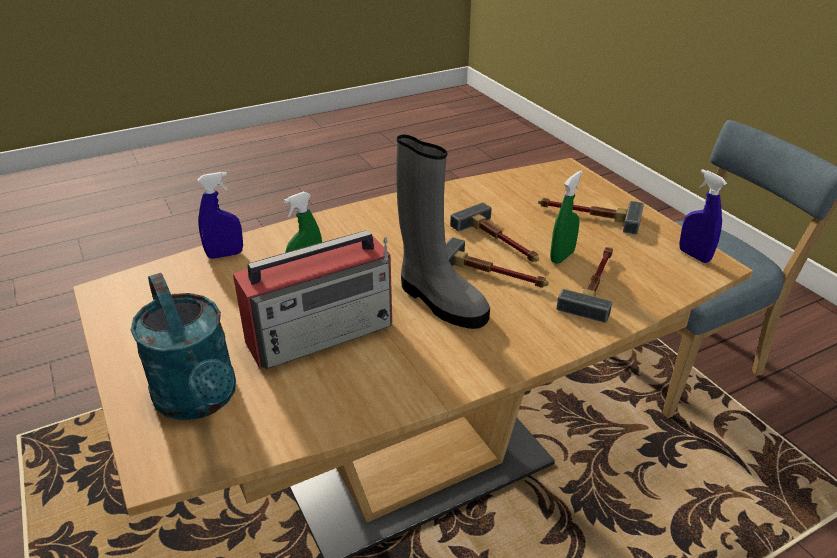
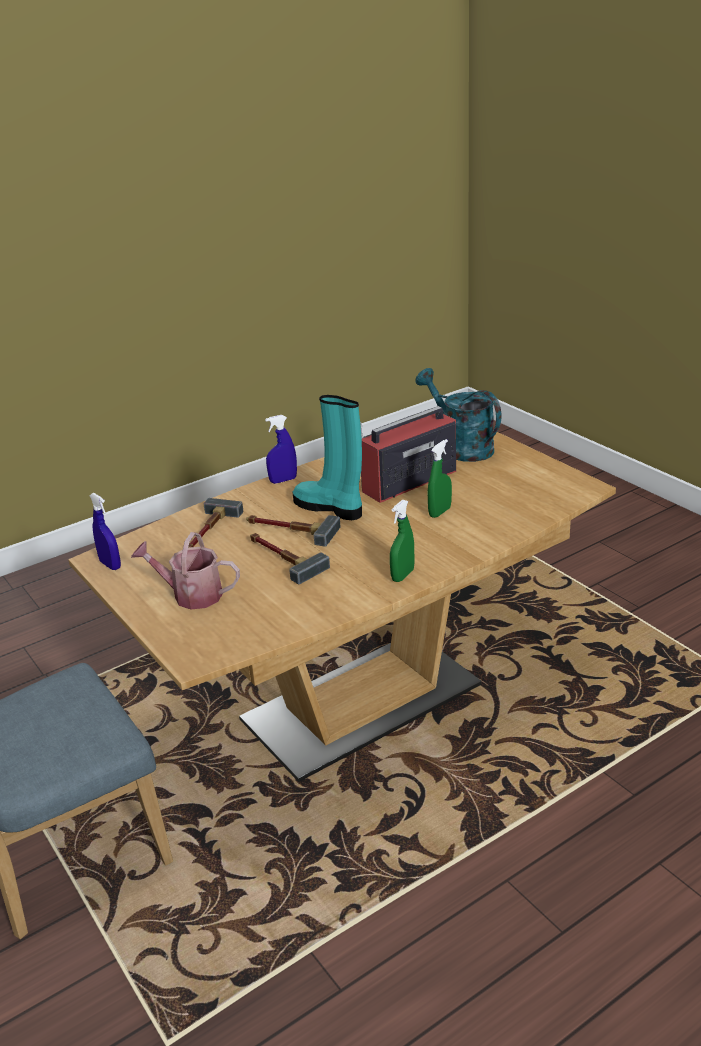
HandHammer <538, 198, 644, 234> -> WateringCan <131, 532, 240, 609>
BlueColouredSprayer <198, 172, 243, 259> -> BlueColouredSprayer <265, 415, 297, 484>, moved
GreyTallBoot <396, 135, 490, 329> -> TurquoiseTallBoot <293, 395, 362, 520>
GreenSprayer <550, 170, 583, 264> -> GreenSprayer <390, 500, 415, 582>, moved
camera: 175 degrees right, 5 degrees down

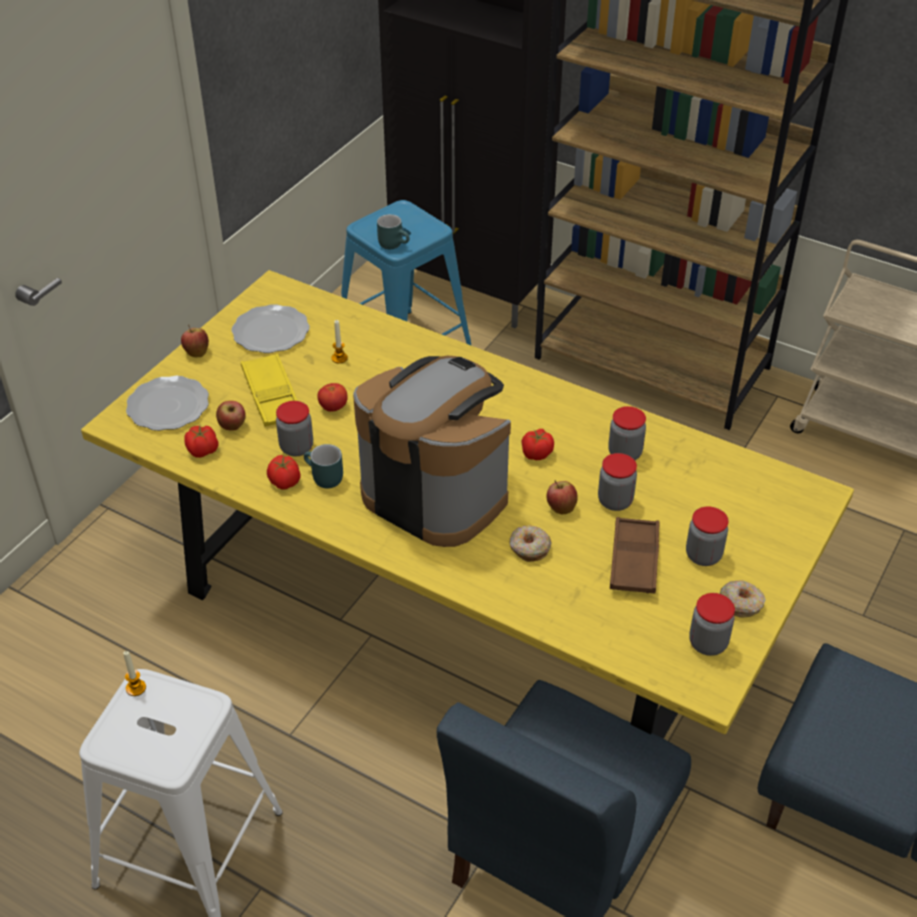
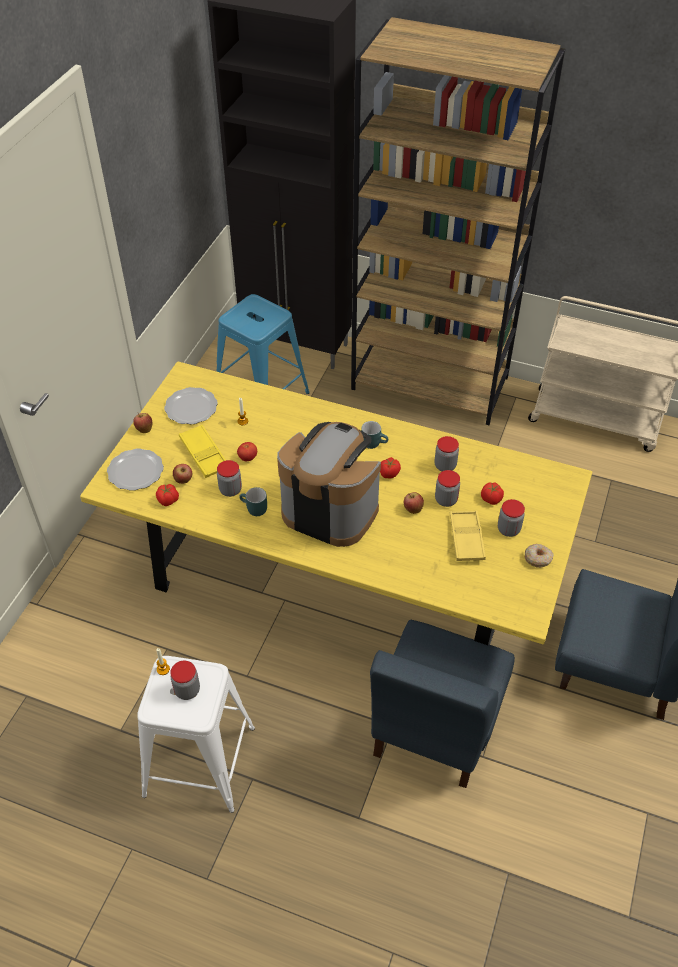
StorageJar <689, 593, 735, 656> -> StorageJar <170, 661, 200, 700>, moved
TurquoiseTeaMug <377, 214, 410, 249> -> TurquoiseTeaMug <361, 421, 388, 449>, moved
BrownColouredServingTray <610, 517, 659, 593> -> YellowServingTray <450, 510, 486, 561>
FreshTomato <267, 455, 301, 489> -> FreshTomato <481, 482, 504, 505>, moved
Doughnut <510, 525, 552, 562> -> none
camera: 10 degrees left, 5 degrees up

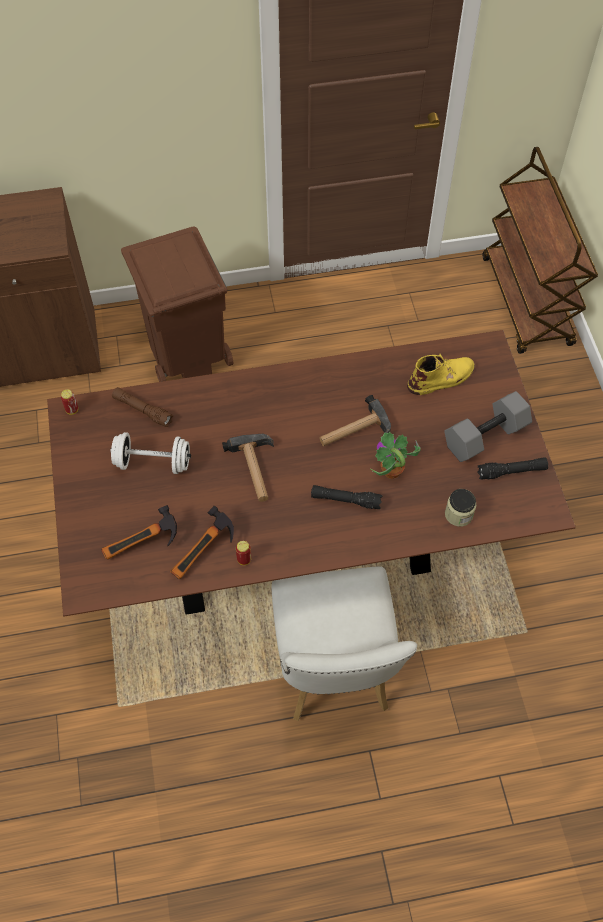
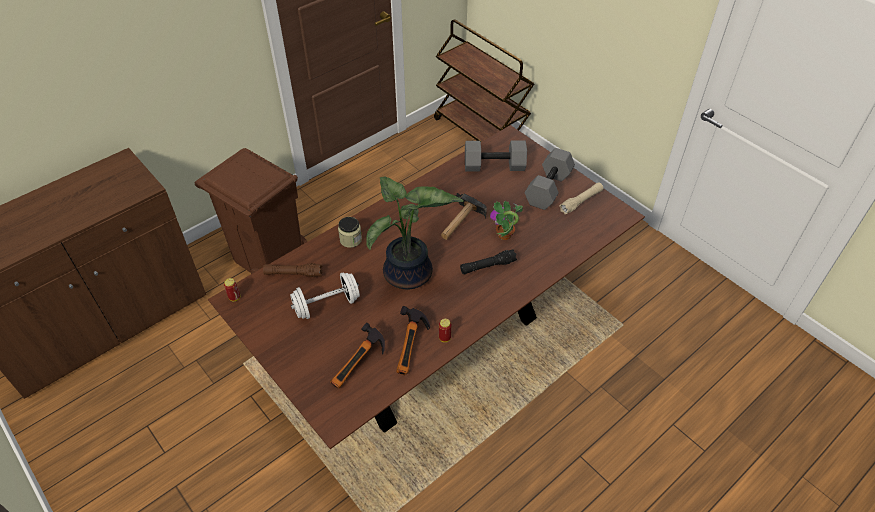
StorageJar <445, 489, 476, 527> -> StorageJar <338, 217, 362, 248>, moved
HandHammer <222, 434, 274, 502> -> PlantInAPot <366, 176, 464, 290>
YellowTallBoot <407, 354, 475, 395> -> GreyDumbbell <465, 140, 527, 171>
BlackishHandTorch <477, 457, 548, 479> -> BeigeHandTorch <559, 182, 603, 214>
WhiteChair <271, 566, 417, 721> -> none
camera: 30 degrees left, 10 degrees down

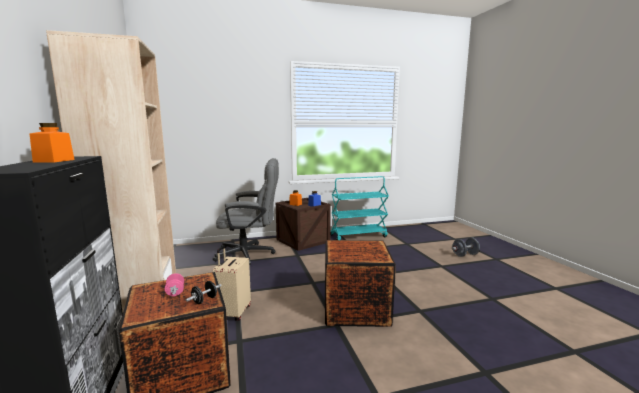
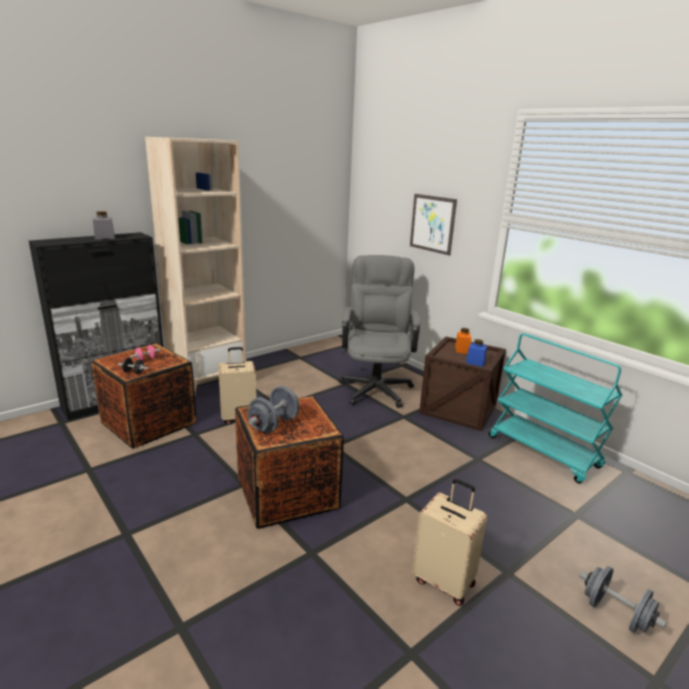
OrangeStorageJar <30, 123, 75, 163> -> GreyStorageJar <93, 211, 115, 240>
none -> GreyDumbbell <248, 386, 299, 433>
GreyDeskChair <213, 158, 279, 265> -> GreyDeskChair <338, 255, 420, 408>, 150 degrees counterclockwise
none -> Picture <410, 194, 457, 256>
none -> BeigeSuitcase <412, 479, 487, 606>
camera: 65 degrees right, 10 degrees up

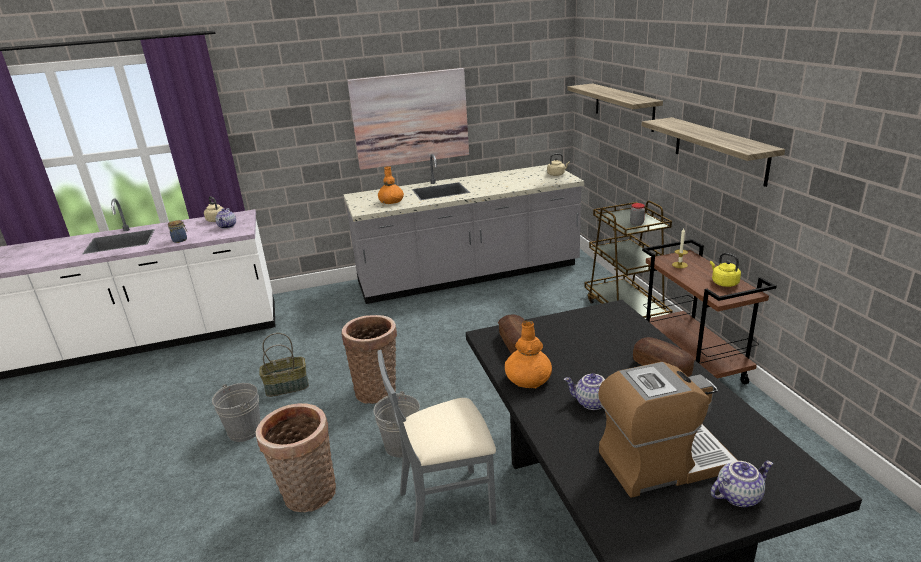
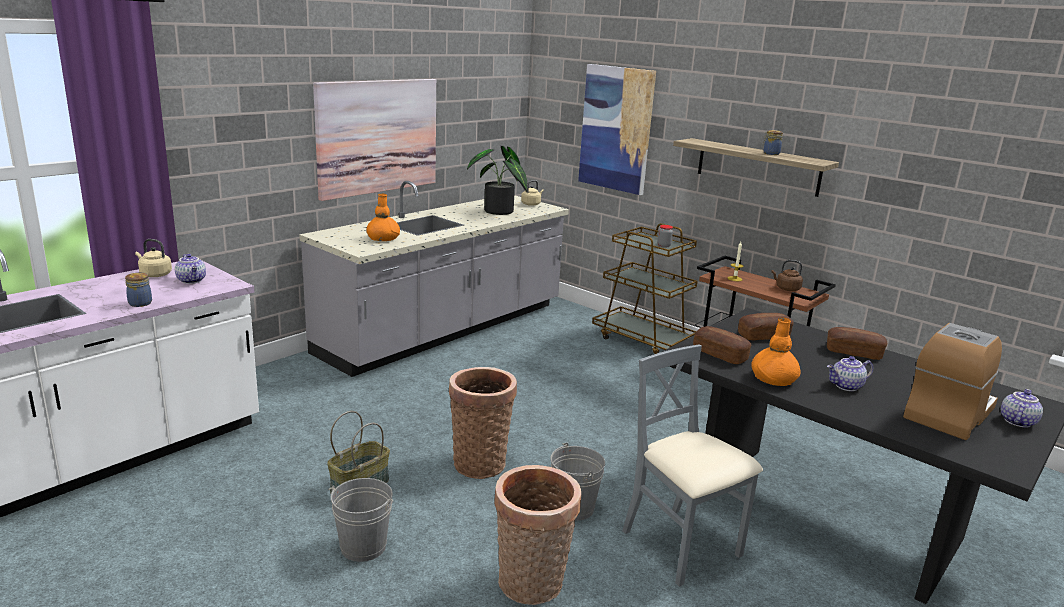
none -> PlantInAPot <467, 146, 527, 215>
Shelf <567, 83, 663, 132> -> Picture <578, 64, 656, 195>
GreyChair <378, 350, 497, 542> -> GreyChair <623, 345, 763, 587>, 105 degrees clockwise
none -> Bread <738, 313, 793, 340>
none -> StorageJar <763, 130, 783, 155>
YellowWaterKettle <710, 253, 741, 287> -> BrownColouredWaterKettle <771, 260, 803, 291>
camera: 35 degrees left, 5 degrees down

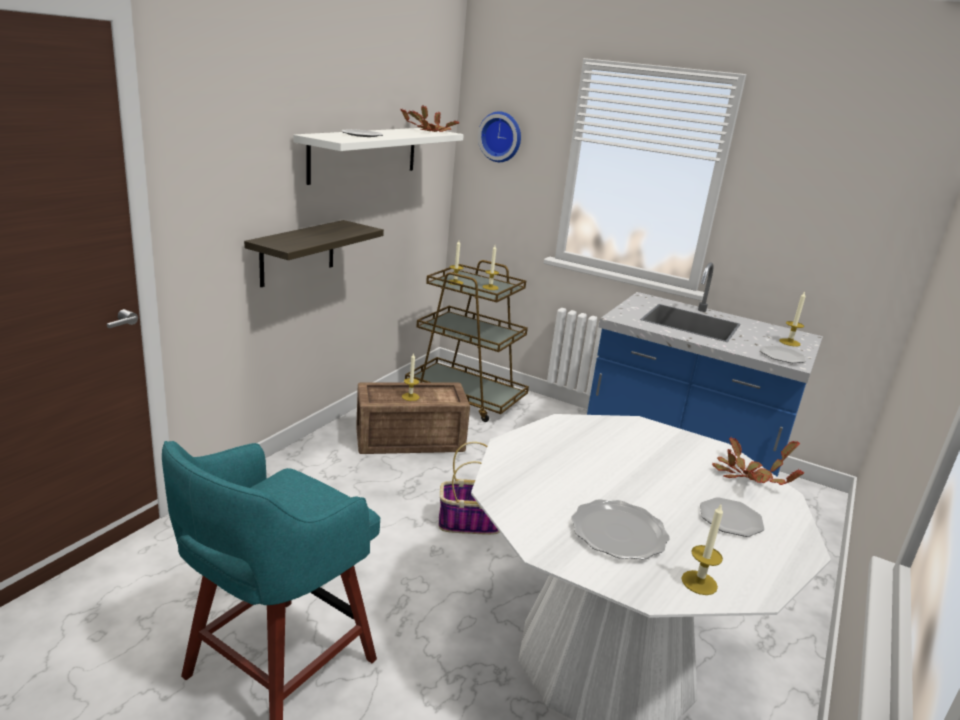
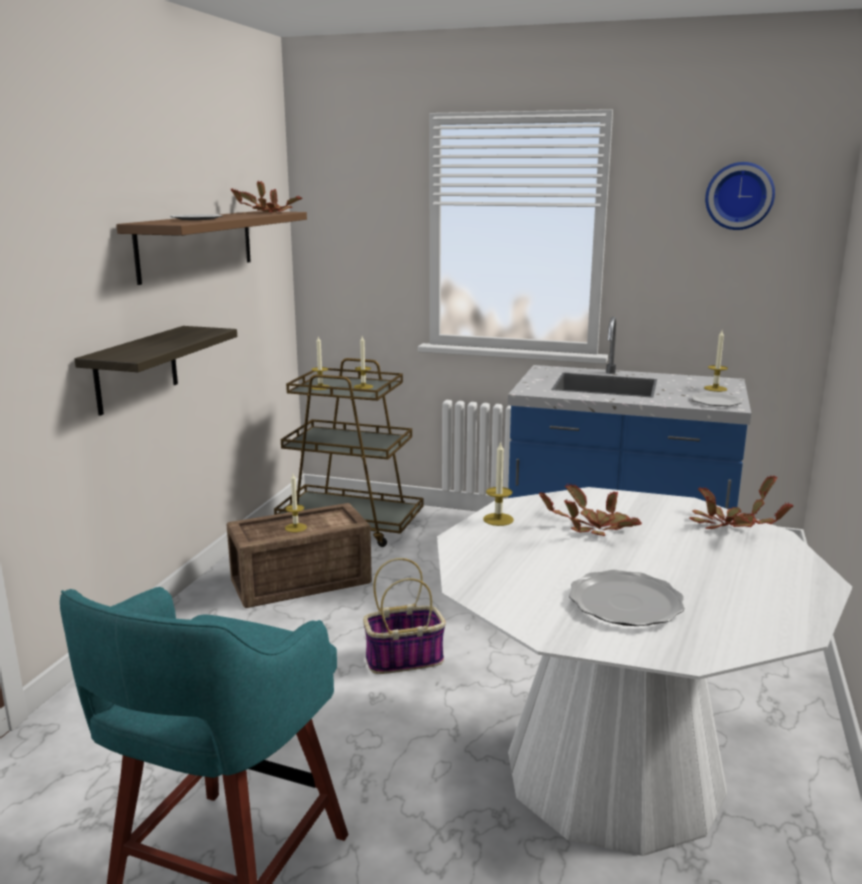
WhiteShelf <293, 128, 464, 185> -> BrownColouredShelf <116, 211, 307, 285>
Candle <682, 505, 723, 595> -> Candle <483, 441, 514, 526>, moved
none -> PlantInAPot <539, 483, 642, 536>
ClockOnTheWall <478, 111, 521, 162> -> ClockOnTheWall <705, 162, 775, 230>, moved
Plate <700, 497, 764, 537> -> none
camera: 10 degrees left, 5 degrees down

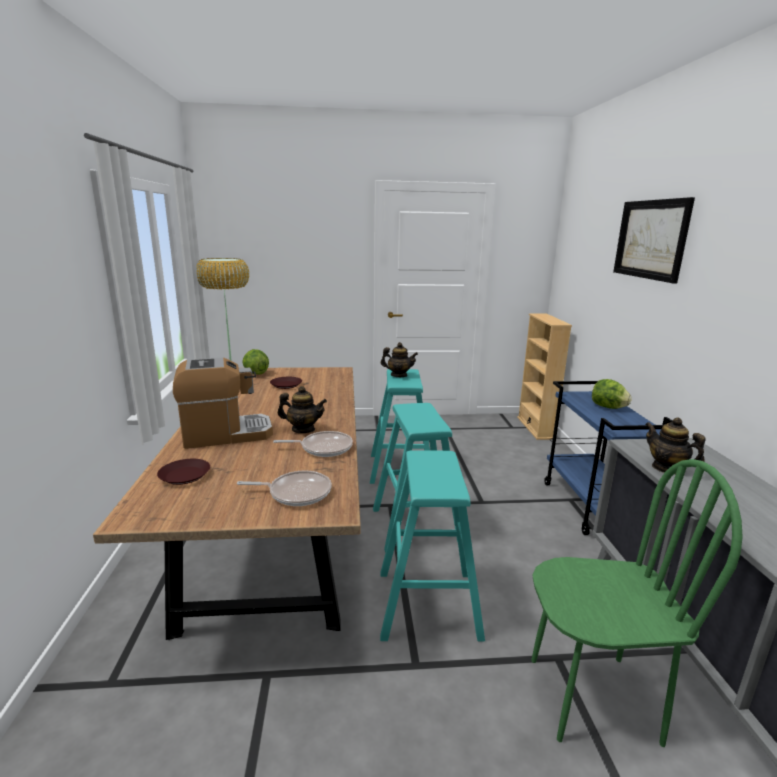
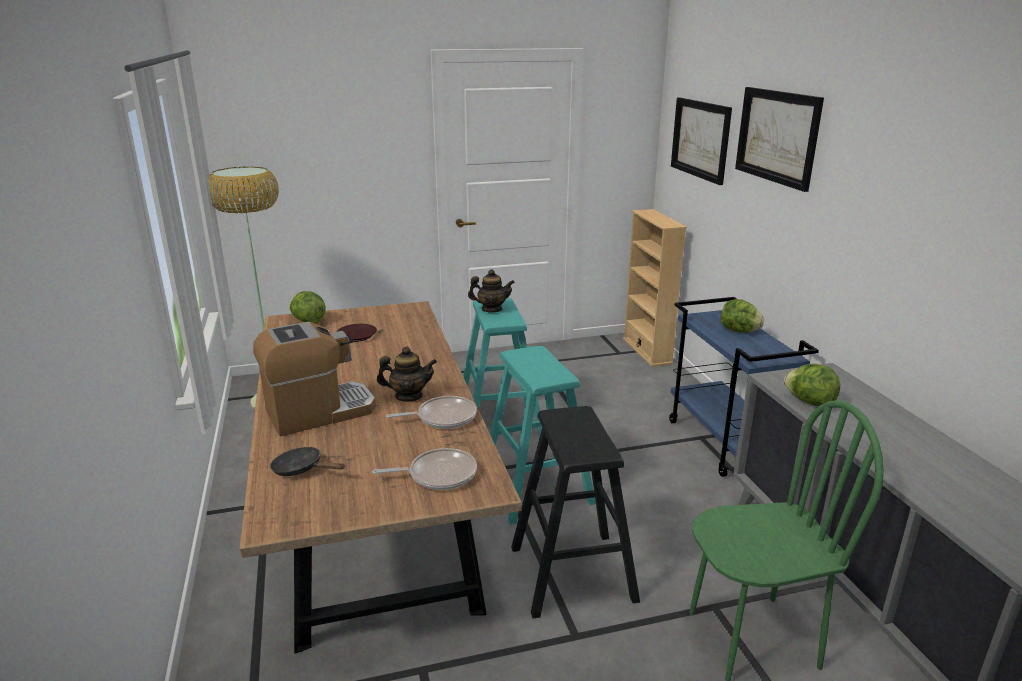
BrownColouredPlate <157, 459, 210, 485> -> BlackishPan <270, 447, 345, 476>
TurquoiseStool <380, 450, 485, 641> -> BlackishStool <511, 406, 640, 618>
none -> Picture <671, 97, 732, 185>
PotForTea <645, 417, 706, 474> -> HeadOfLettuce <784, 364, 841, 406>
camera: 10 degrees left, 5 degrees up

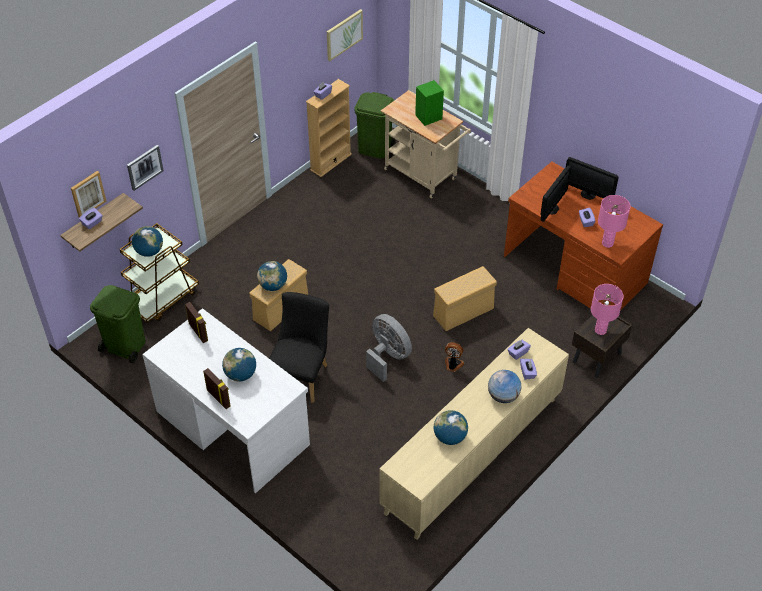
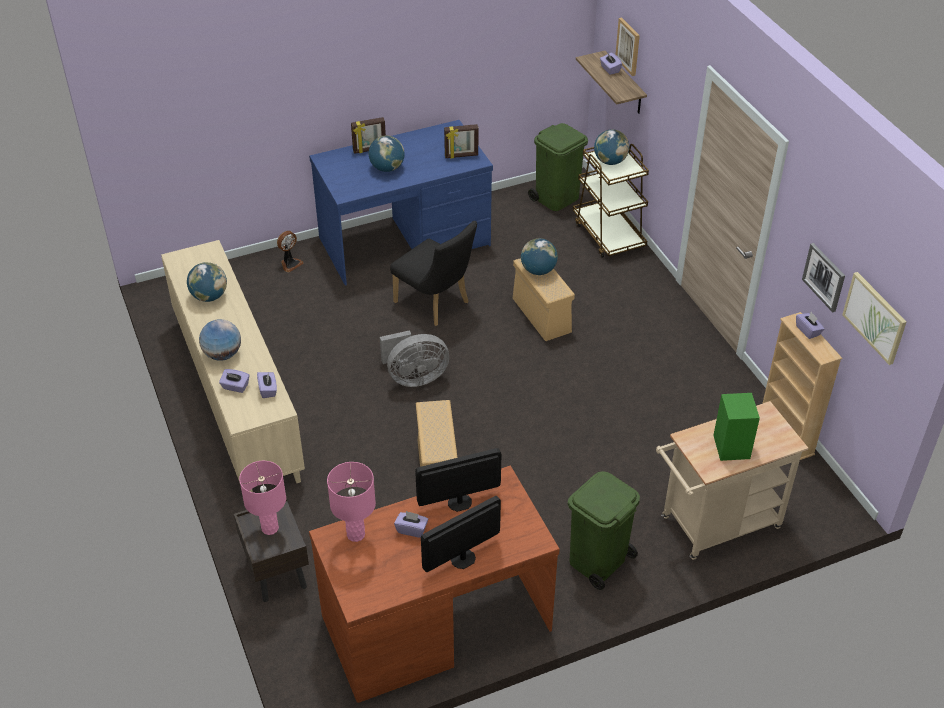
ElectricFan <445, 342, 464, 372> -> ElectricFan <277, 231, 304, 272>, moved
WhiteDeskUnit <142, 308, 310, 493> -> BlueColouredDeskUnit <309, 120, 493, 286>
ComputerDisplay <540, 165, 571, 222> -> ComputerDisplay <415, 448, 502, 512>, 105 degrees clockwise
GreenTrashCan <354, 92, 396, 159> -> GreenTrashCan <568, 471, 640, 590>, moved
Picture <127, 145, 164, 191> -> Picture <802, 243, 845, 312>, moved
camera: 115 degrees right, 5 degrees down

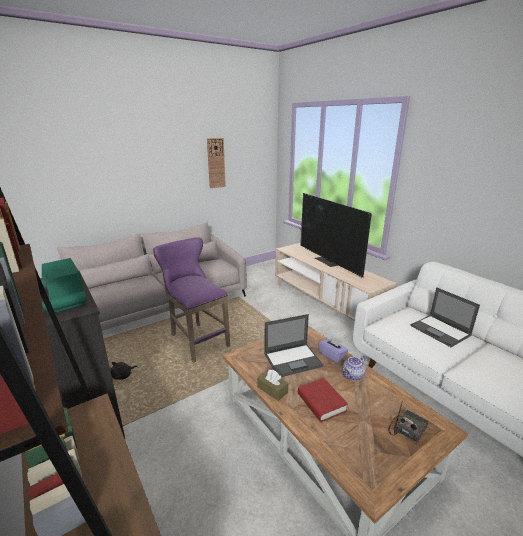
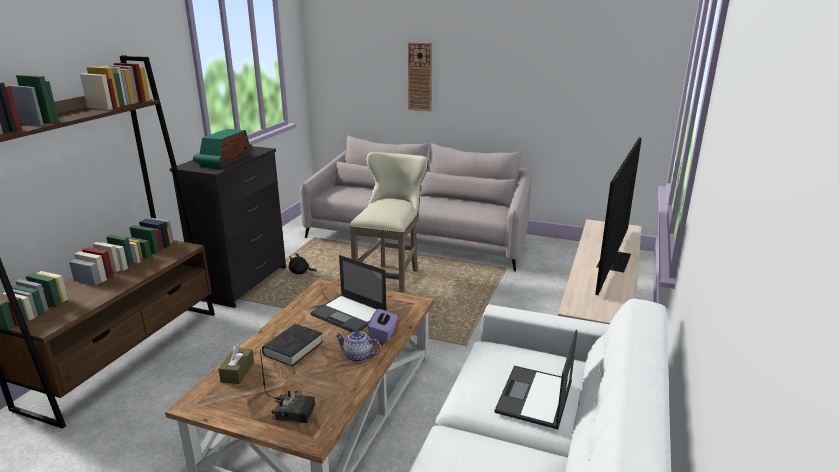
BrownColouredTissueHolder <257, 370, 288, 401> -> BrownColouredTissueHolder <218, 344, 254, 384>, moved
RedColouredBook <298, 378, 348, 422> -> BlackishBook <262, 324, 323, 366>
PurpleColouredStool <153, 237, 230, 363> -> BeigeStool <350, 152, 428, 293>
ClockOnTheWall <207, 138, 226, 188> -> ClockOnTheWall <408, 42, 432, 111>, moved
camera: 55 degrees right, 0 degrees up

